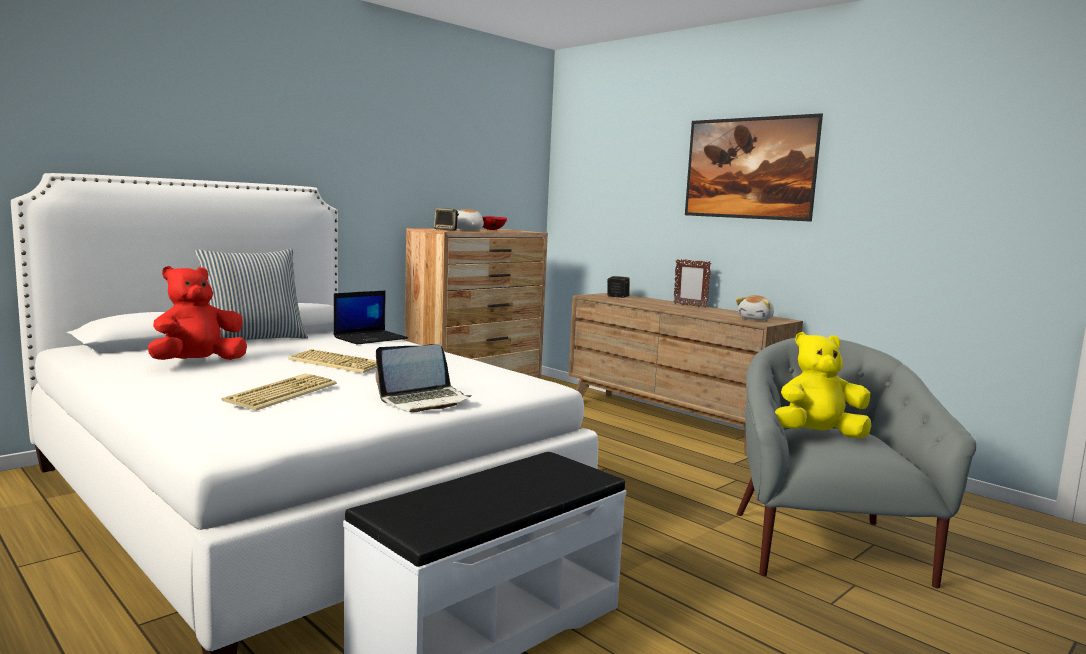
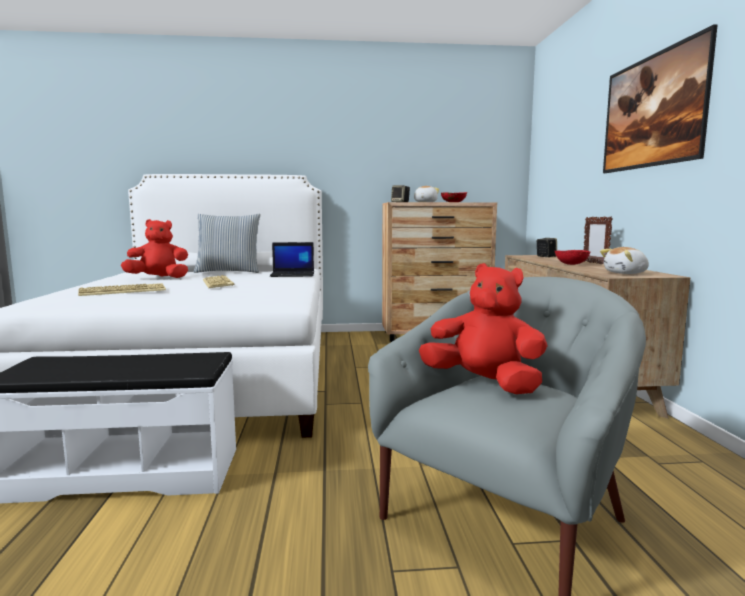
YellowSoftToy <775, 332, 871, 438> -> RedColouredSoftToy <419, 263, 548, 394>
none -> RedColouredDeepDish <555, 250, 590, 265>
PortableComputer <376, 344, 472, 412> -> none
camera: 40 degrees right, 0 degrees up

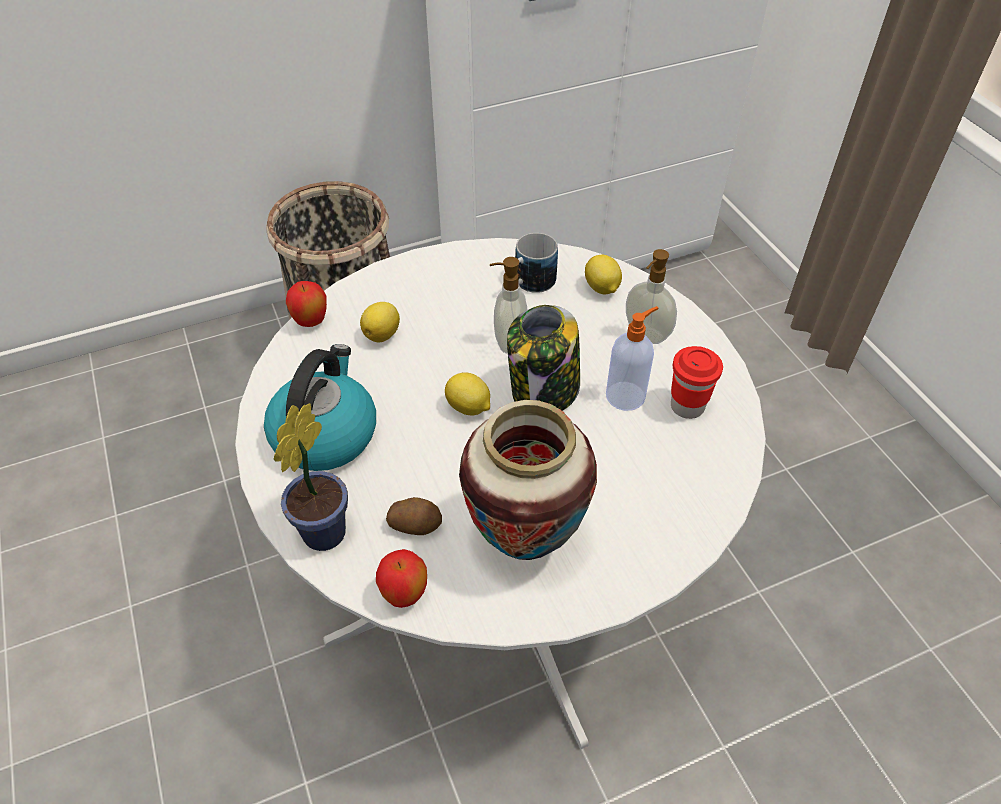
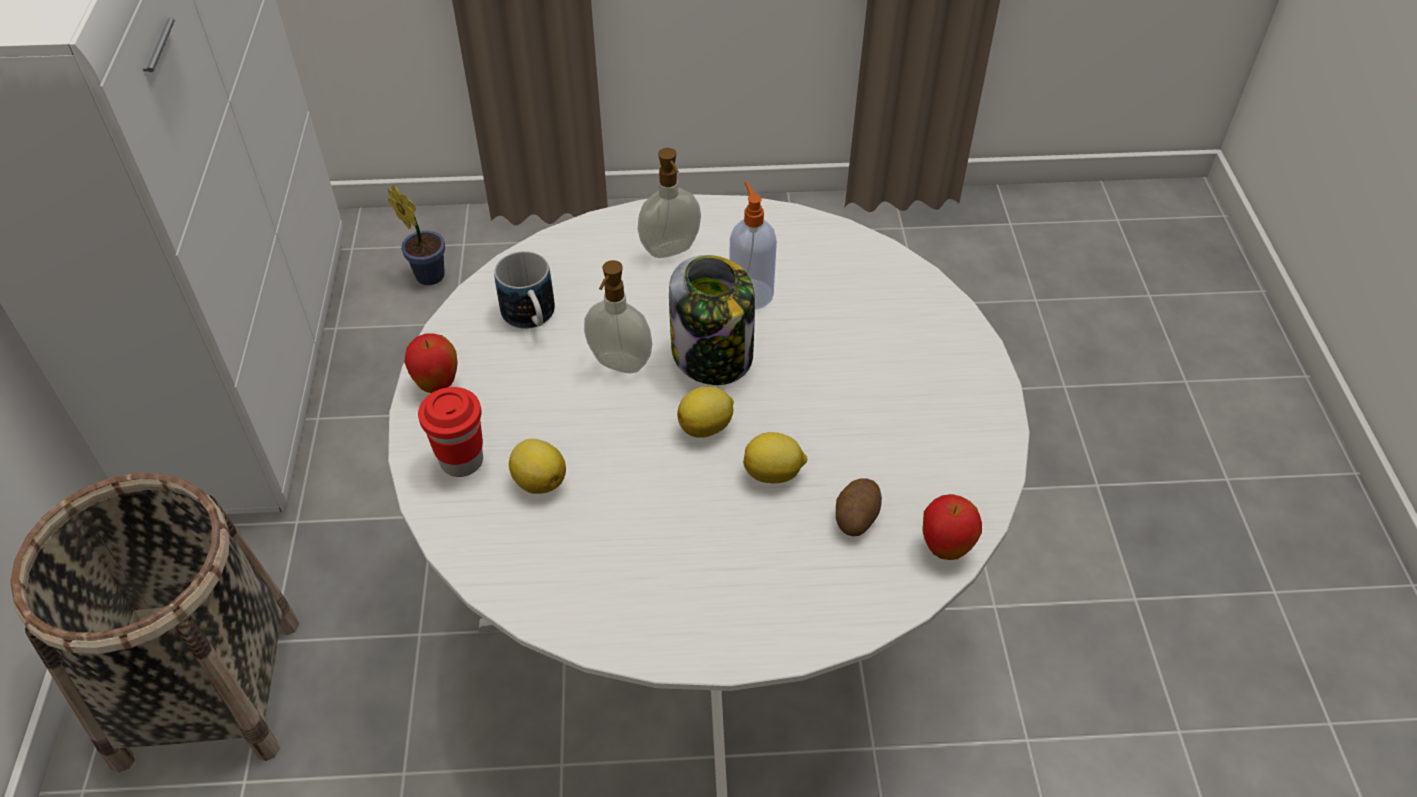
PlantInAPot <274, 403, 348, 551> -> PlantInAPot <387, 185, 445, 285>, moved
Apple <286, 281, 327, 327> -> Apple <404, 333, 458, 393>, moved
RedColouredDrinkingCup <671, 346, 723, 419> -> RedColouredDrinkingCup <418, 387, 483, 477>, moved
WholeLemon <585, 255, 622, 294> -> WholeLemon <743, 432, 807, 483>, moved
WaterKettle <264, 344, 376, 471> -> none
FlowerVase <459, 400, 597, 560> -> none
camera: 70 degrees left, 0 degrees up

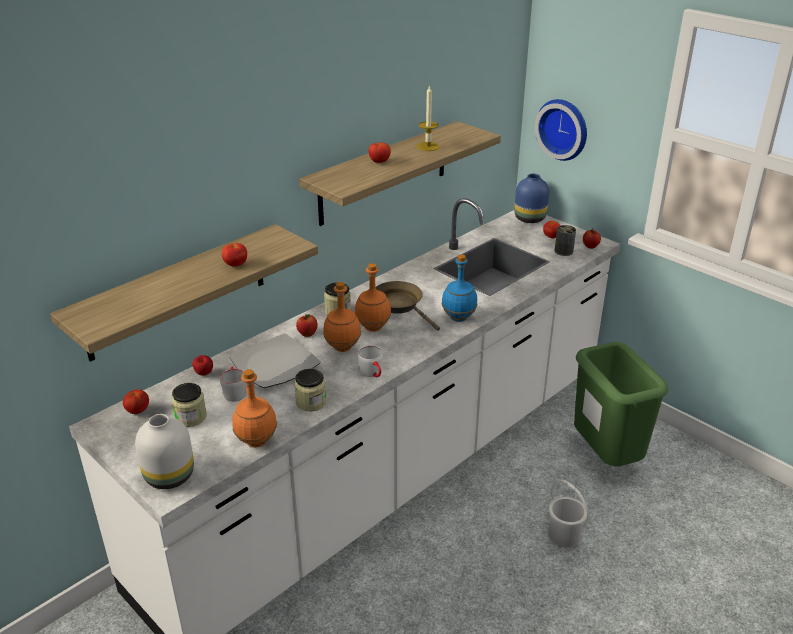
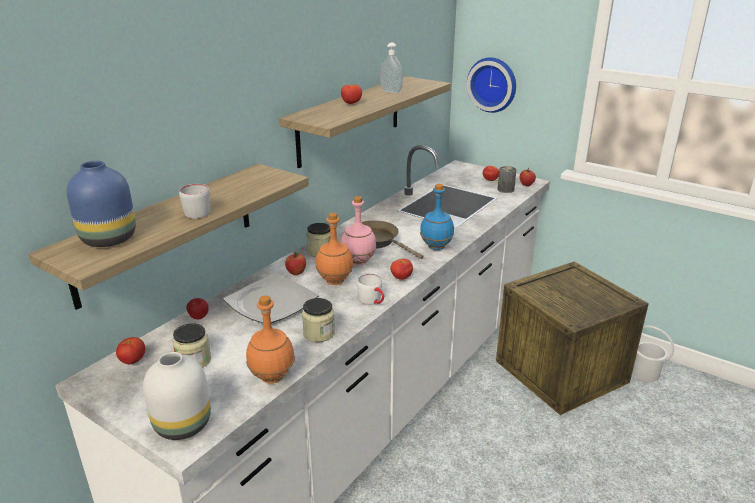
BlueColouredFlowerVase <514, 174, 549, 223> -> BlueColouredFlowerVase <67, 161, 136, 247>, moved
GreyTeaMug <220, 366, 246, 402> -> GreyTeaMug <179, 184, 210, 219>, moved
OrangeDrinkBottle <355, 263, 391, 332> -> PinkColouredDrinkBottle <341, 196, 376, 265>
Candle <417, 85, 440, 151> -> LiquidSoapBottle <380, 42, 403, 93>
FreshTomato <222, 243, 247, 267> -> FreshTomato <390, 259, 413, 280>, moved
GreenTrashCan <574, 342, 668, 466> -> ShippingCrate <496, 261, 649, 415>
WhiteBucket <548, 480, 589, 547> -> WhiteBucket <632, 325, 674, 382>, moved
camera: 10 degrees left, 5 degrees down

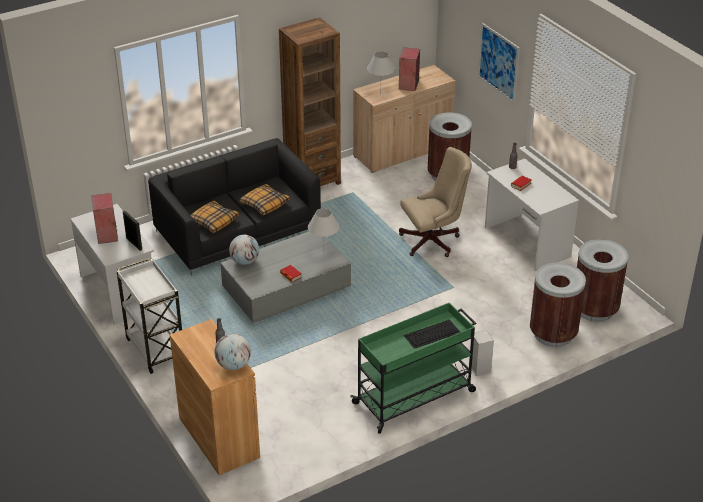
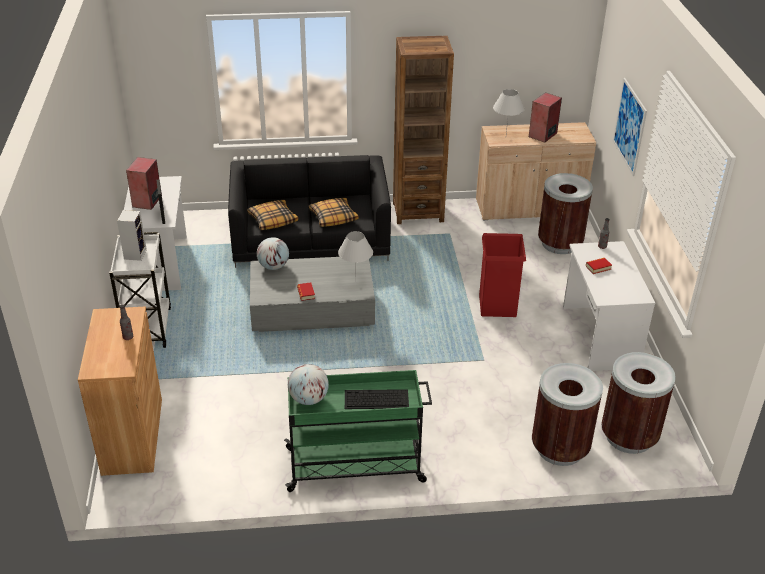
Loudspeaker <469, 330, 494, 376> -> Loudspeaker <117, 210, 147, 261>, moved
WorldGlobe <214, 334, 251, 370> -> WorldGlobe <288, 364, 329, 405>, moved
BeigeDeskChair <399, 147, 472, 257> -> RedColouredTrashCan <479, 233, 526, 317>
camera: 25 degrees right, 0 degrees up

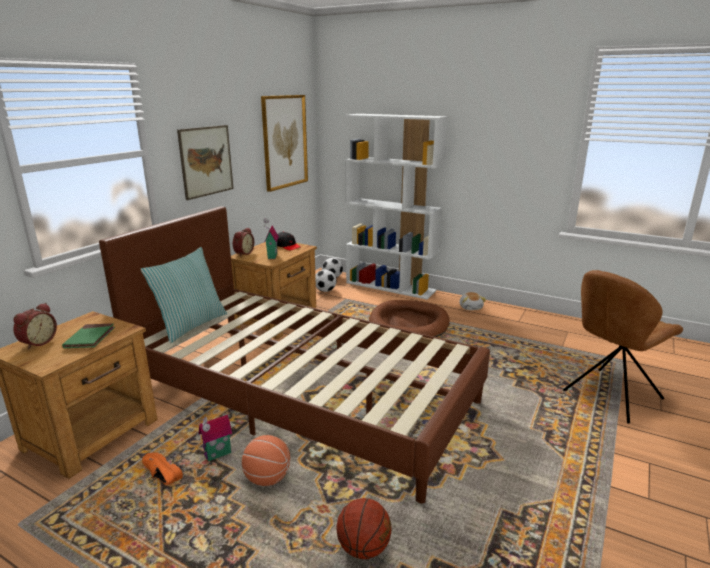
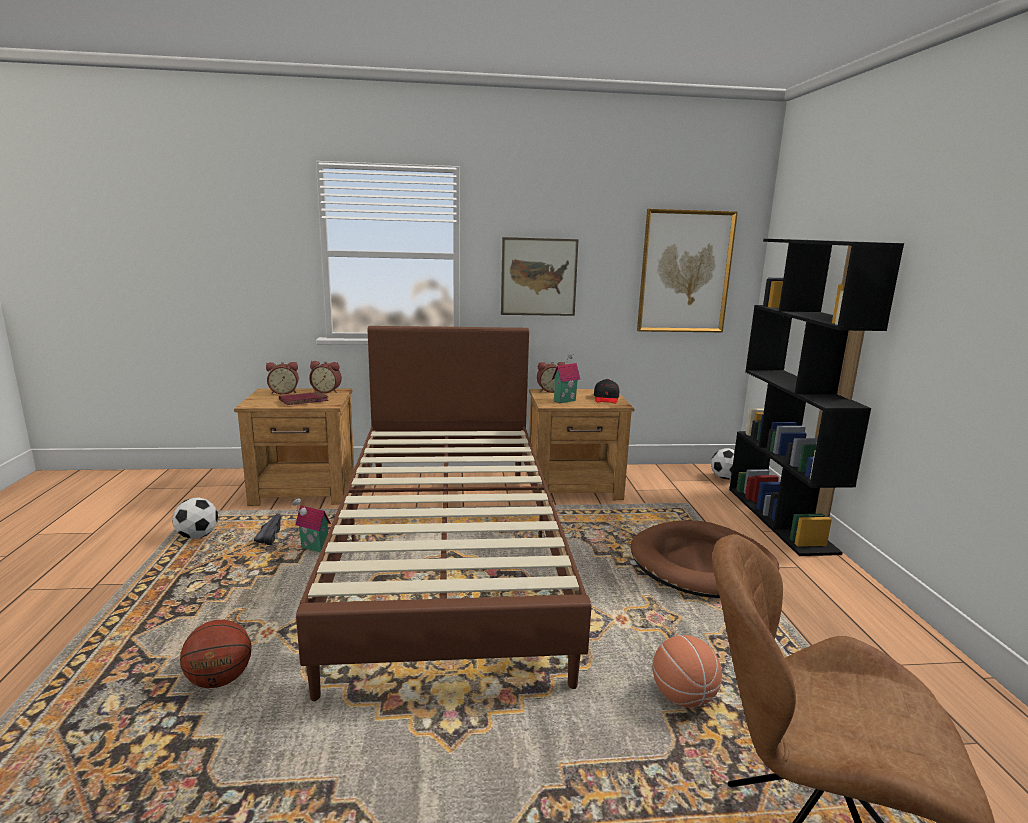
FootballBall <315, 269, 337, 292> -> FootballBall <172, 497, 218, 539>, moved
OrangeItemOfFootwear <142, 452, 183, 485> -> BlackishItemOfFootwear <254, 514, 281, 545>
GreenBook <62, 323, 115, 348> -> RedColouredBook <279, 392, 329, 405>
none -> AlarmClock <309, 361, 342, 393>
BasketballBall <242, 435, 290, 486> -> BasketballBall <653, 635, 722, 708>, moved
WhiteBookshelf <345, 114, 447, 300> -> BlackishBookshelf <729, 239, 904, 556>
ThrowPillow <140, 247, 227, 343> -> none
SoftToy <459, 292, 486, 310> -> none
camera: 55 degrees right, 5 degrees down

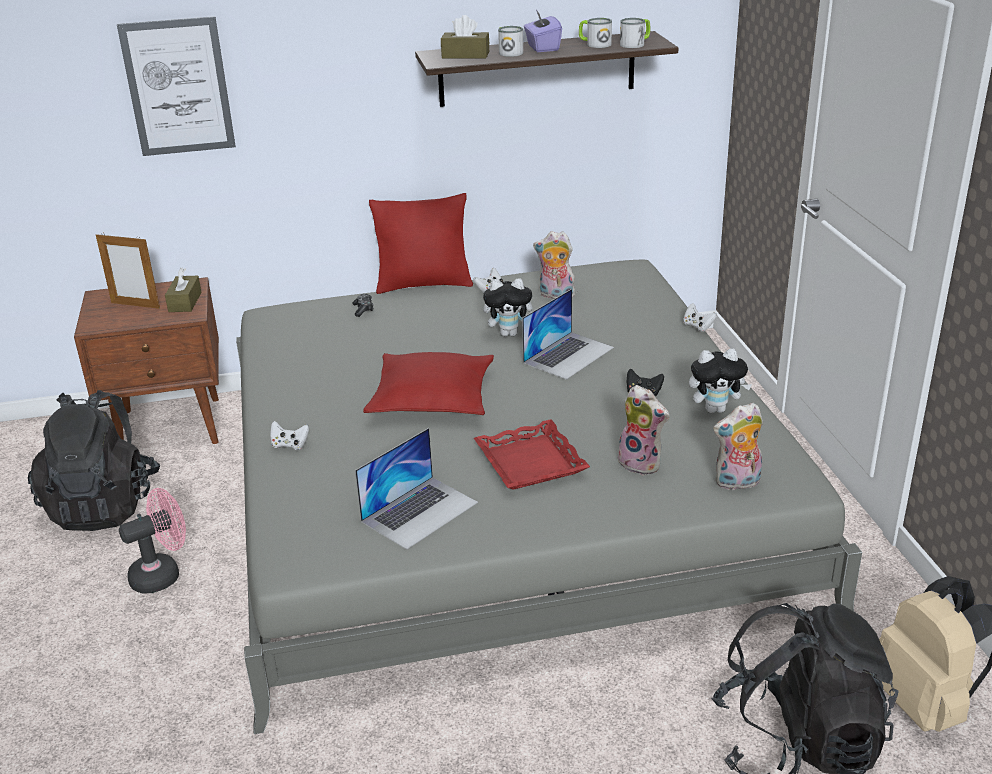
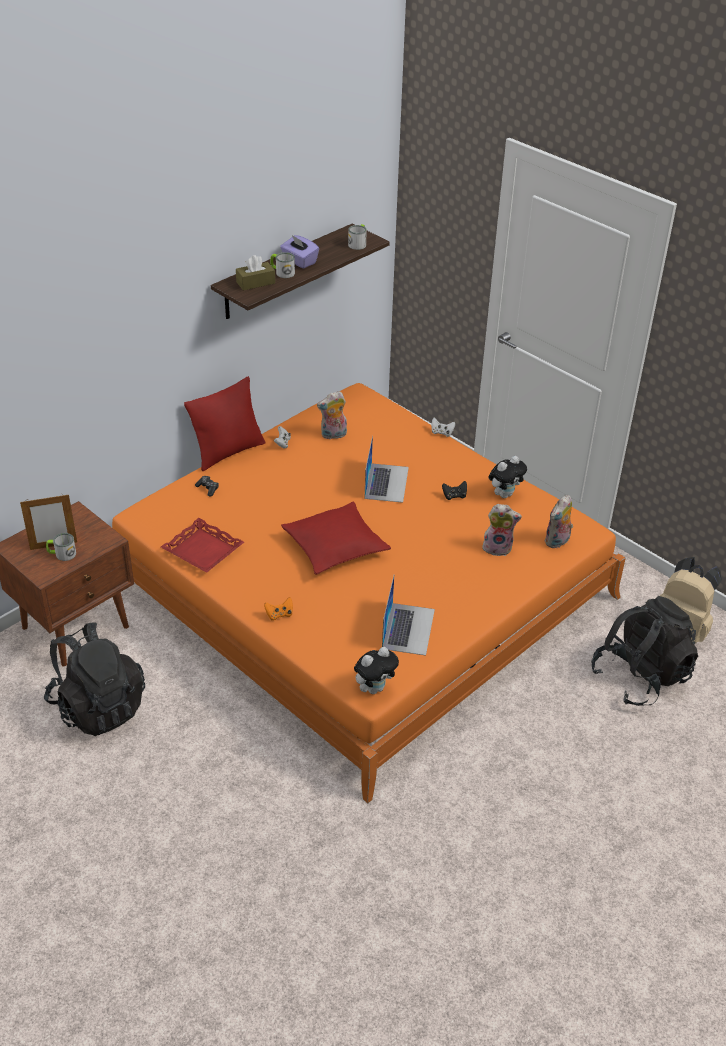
TeaMug <579, 18, 612, 48> -> TeaMug <46, 533, 76, 561>, moved
GreyBed <236, 260, 862, 734> -> OrangeBed <112, 383, 626, 803>
RedColouredServingTray <474, 419, 590, 490> -> RedColouredServingTray <161, 518, 244, 573>, moved
WhiteJoypad <270, 421, 309, 450> -> OrangeJoypad <264, 597, 293, 621>
SoftToy <483, 278, 533, 336> -> SoftToy <354, 647, 399, 694>, moved
Picture <117, 16, 236, 156> -> none
PinkColouredElectricFan <119, 488, 186, 593> -> none
BrownColouredTissueHolder <165, 268, 201, 312> -> none
camera: 35 degrees left, 10 degrees up

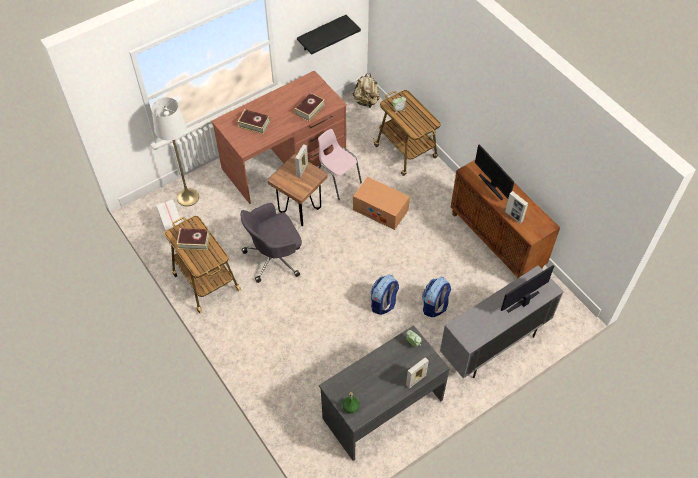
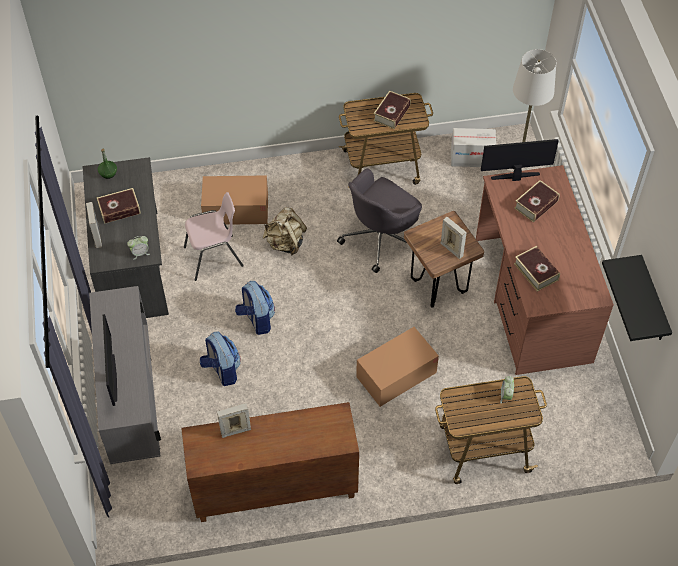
none -> Book <97, 188, 141, 224>
PinkColouredChair <318, 129, 362, 200> -> PinkColouredChair <184, 192, 244, 281>, moved
none -> PackingBox <201, 175, 268, 225>
BeigeKnapsack <352, 73, 380, 108> -> BeigeKnapsack <263, 207, 307, 255>, moved
GreyDeskChair <241, 203, 302, 283> -> GreyDeskChair <337, 168, 422, 273>, 135 degrees counterclockwise
ComputerDisplay <475, 144, 514, 200> -> ComputerDisplay <481, 139, 559, 181>, moved
camera: 115 degrees right, 0 degrees up

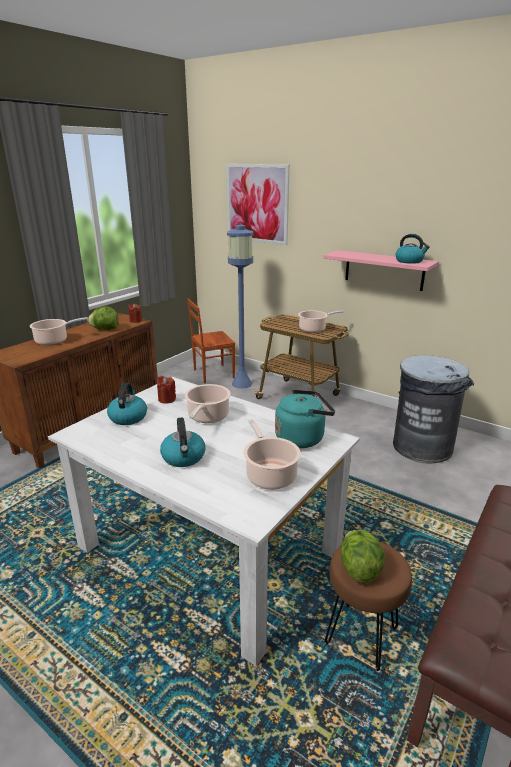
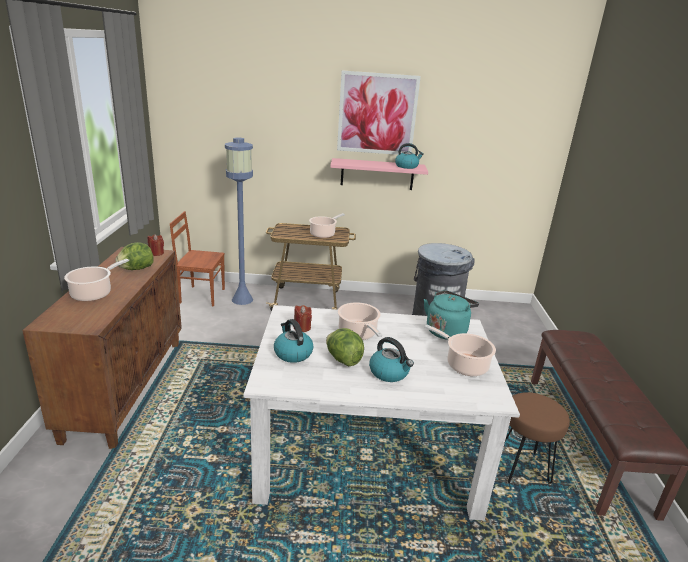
BrownColouredChair <187, 298, 235, 383> -> BrownColouredChair <170, 211, 225, 307>, 60 degrees clockwise
HeadOfLettuce <341, 530, 385, 583> -> HeadOfLettuce <326, 328, 364, 366>, moved
Picture <226, 164, 290, 245> -> Picture <337, 71, 421, 155>, moved
camera: 35 degrees left, 0 degrees up

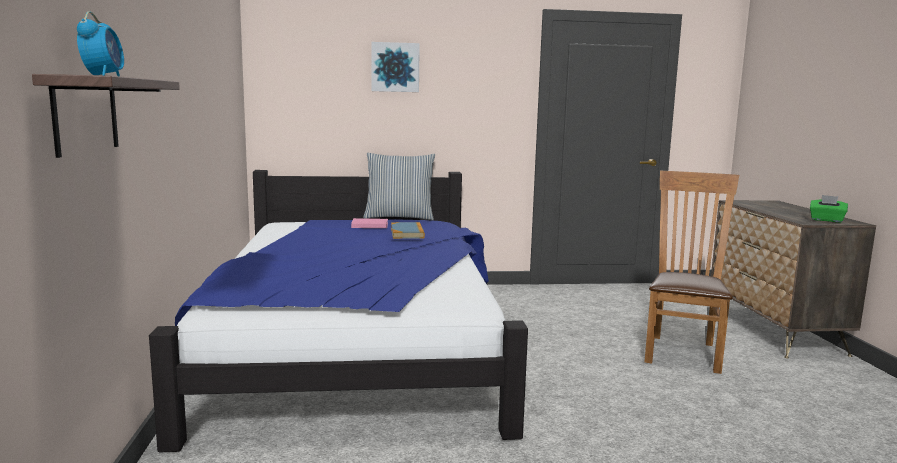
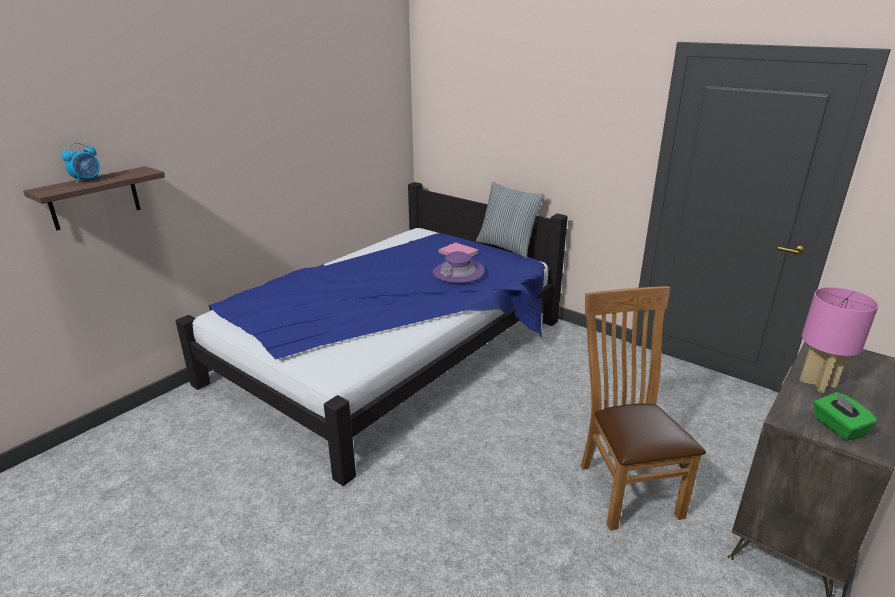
Book <391, 222, 425, 239> -> PurpleColouredWearableHat <432, 251, 484, 283>
BrownColouredChair <644, 171, 739, 374> -> BrownColouredChair <581, 286, 706, 531>, 75 degrees counterclockwise
none -> PinkColouredLampForATable <800, 287, 878, 393>
Picture <371, 42, 420, 92> -> none
camera: 45 degrees right, 15 degrees up

